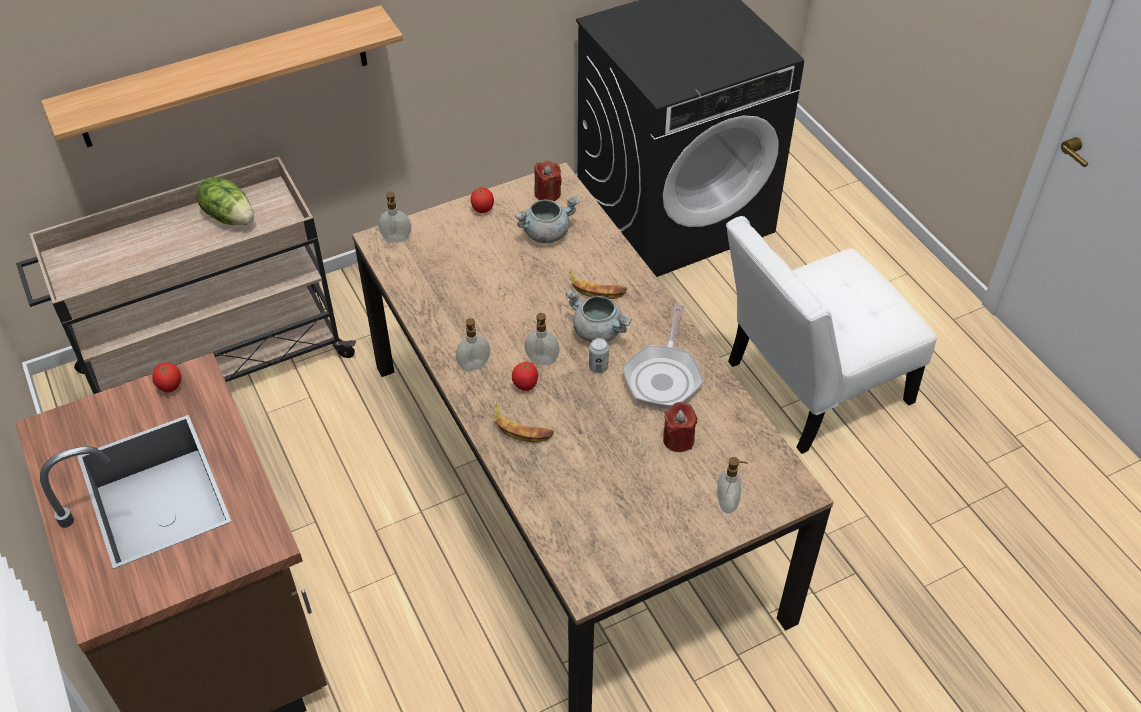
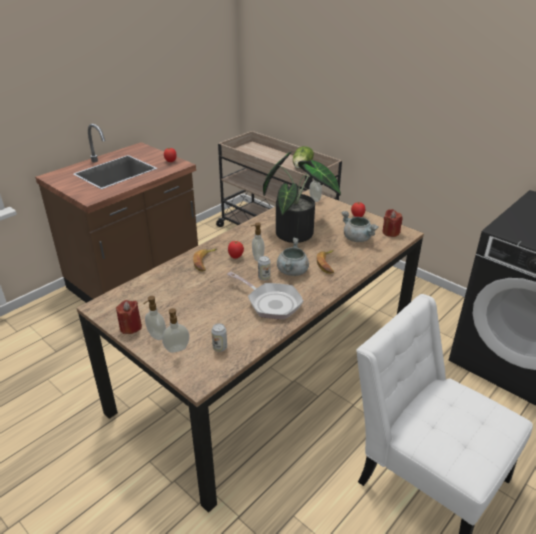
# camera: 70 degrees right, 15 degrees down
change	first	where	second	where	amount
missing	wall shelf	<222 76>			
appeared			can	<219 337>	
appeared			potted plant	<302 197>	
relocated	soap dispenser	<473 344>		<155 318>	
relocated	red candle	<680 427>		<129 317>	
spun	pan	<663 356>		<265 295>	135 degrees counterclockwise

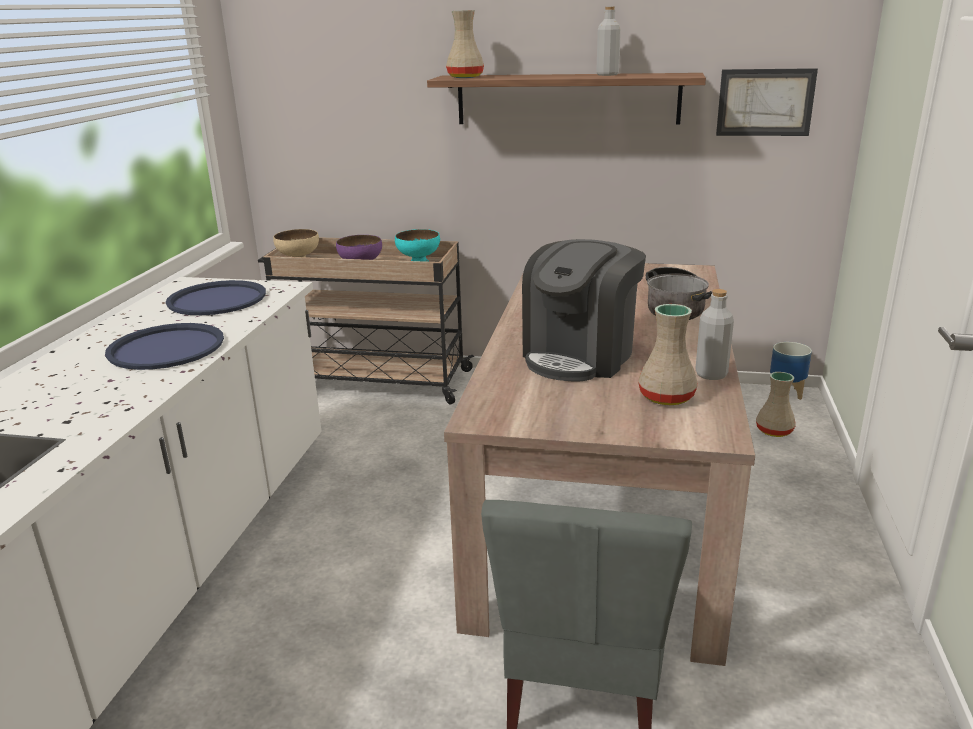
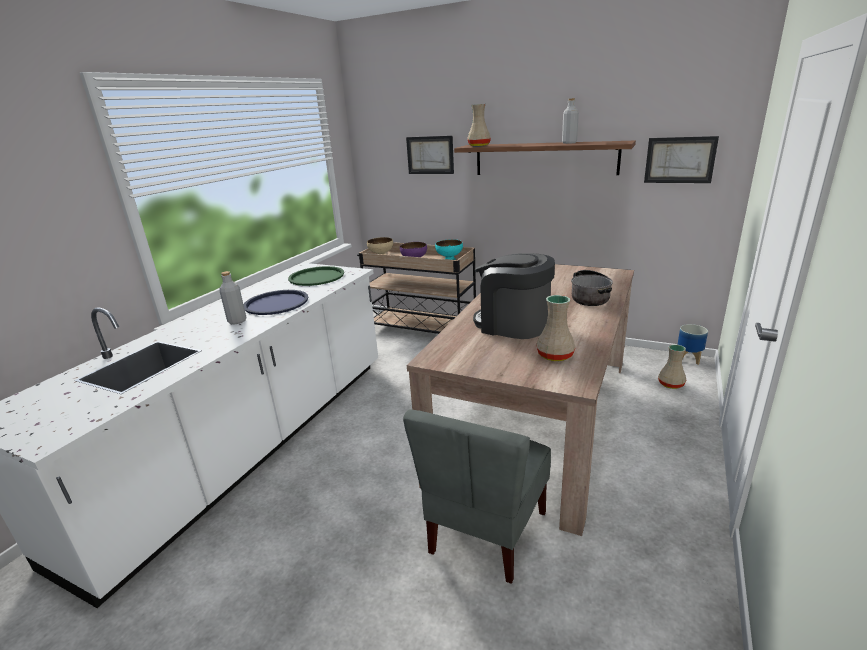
# camera: 15 degrees right, 0 degrees up
change	first	where	second	where	amount
appeared			wall art	<430 155>	
relocated	greyish beverage bottle	<714 334>		<232 297>	
colour	blue serving tray	<216 297>	green-coloured serving tray	<316 276>	
spun	coffee brewer	<584 310>		<514 296>	75 degrees clockwise

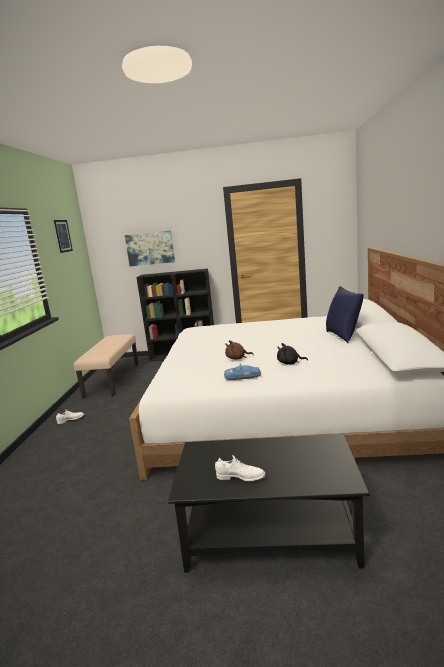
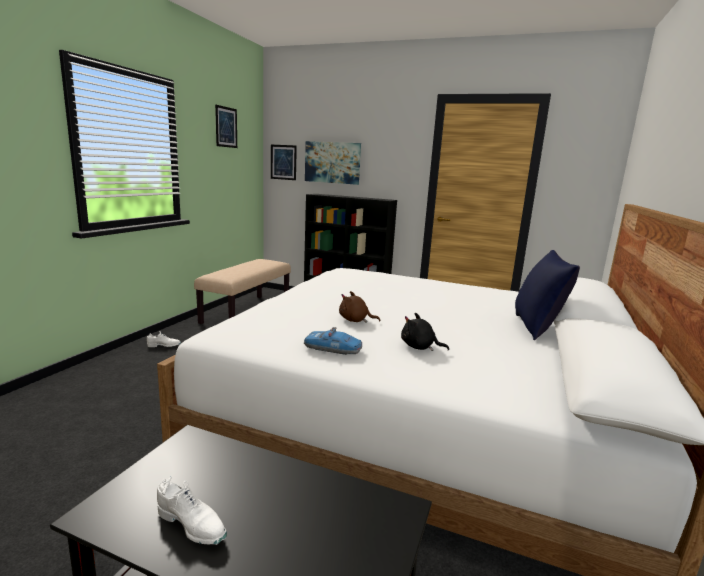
# camera: 15 degrees right, 0 degrees up
change	first	where	second	where	amount
appeared			wall art	<284 162>	

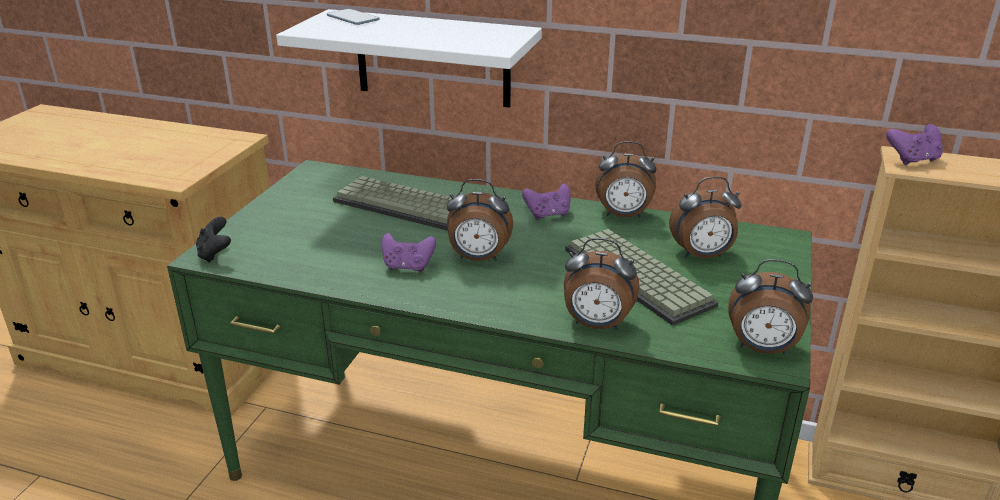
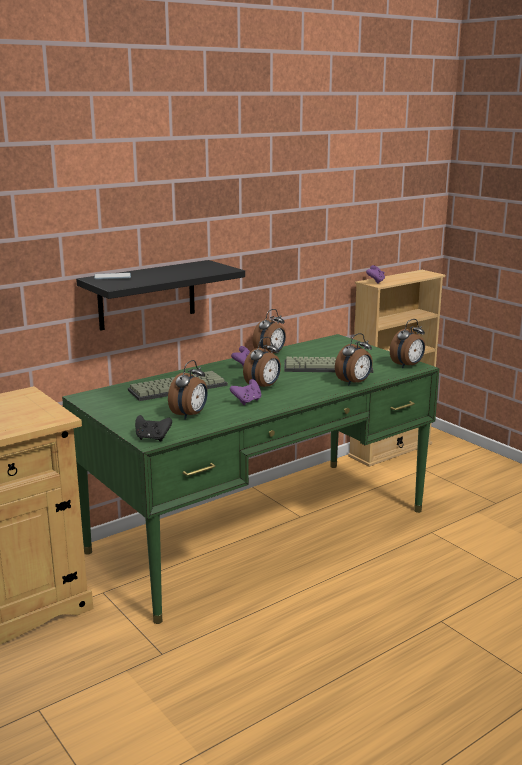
# camera: 55 degrees left, 10 degrees down
change	first	where	second	where	amount
relocated	alarm clock	<705 217>		<188 389>	
colour	whitish wall shelf	<409 58>	blackish wall shelf	<160 295>	

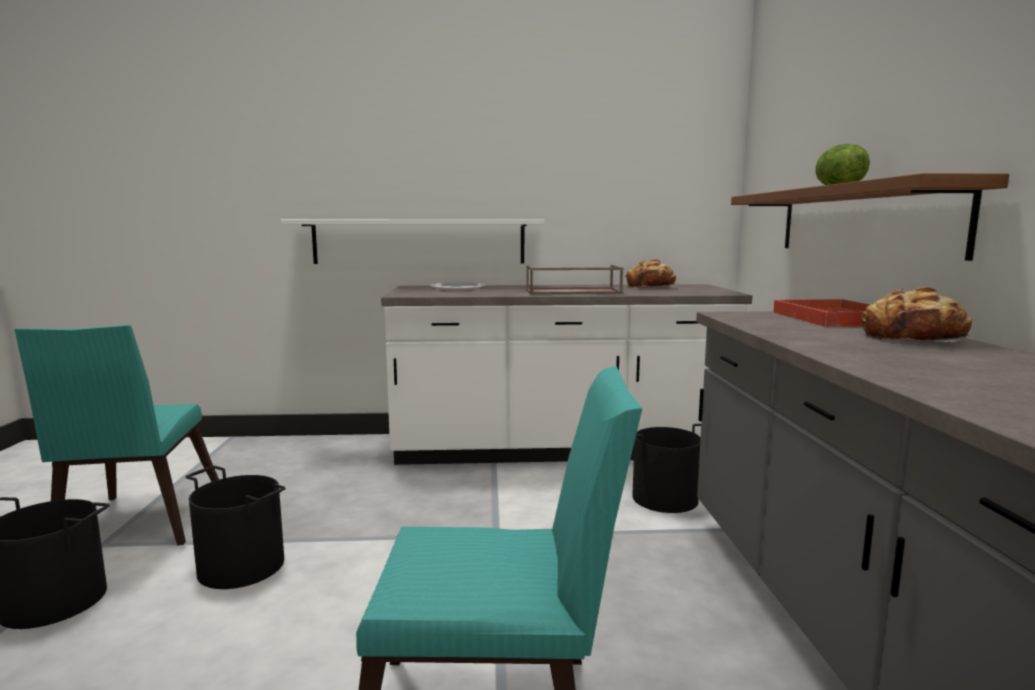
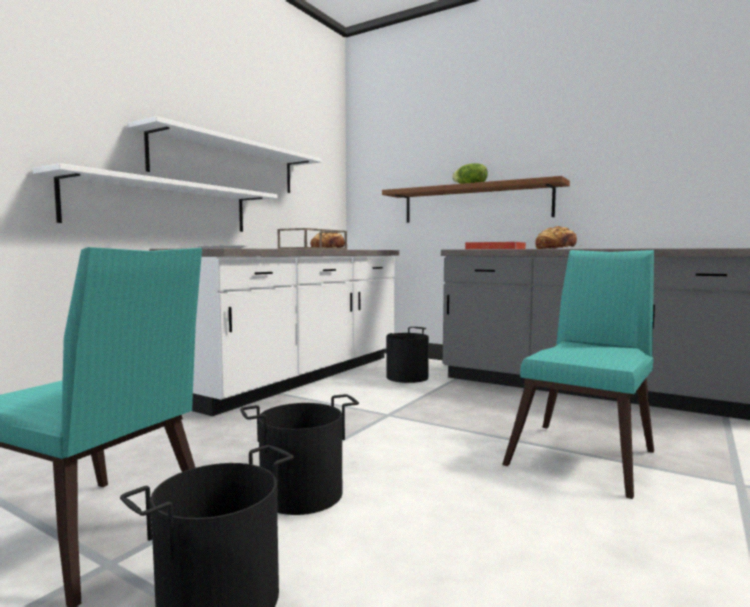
# camera: 55 degrees left, 5 degrees down
change	first	where	second	where	amount
appeared			whitish wall shelf	<225 154>	

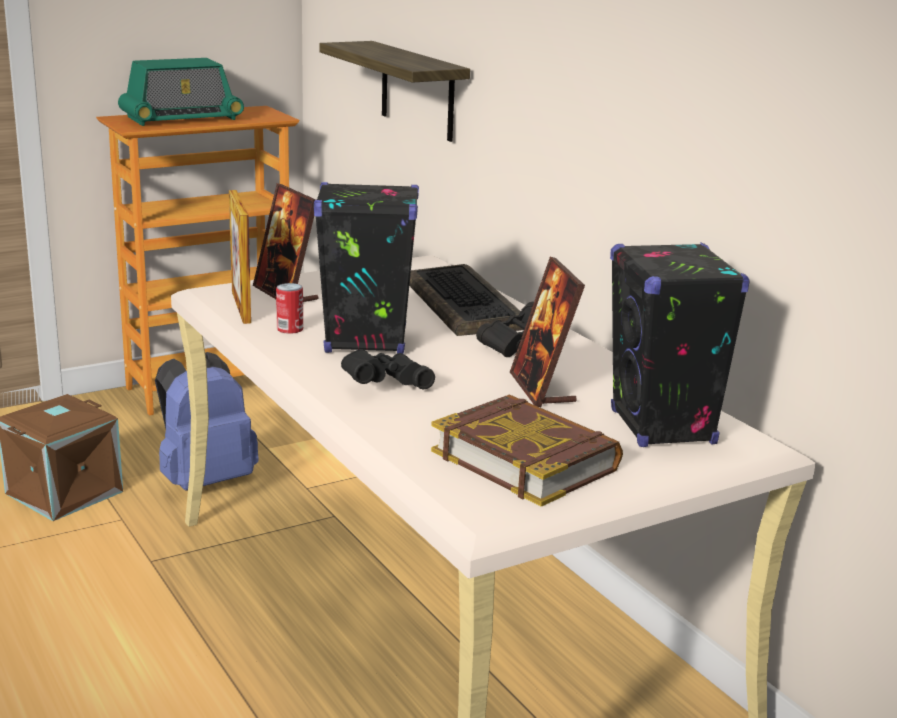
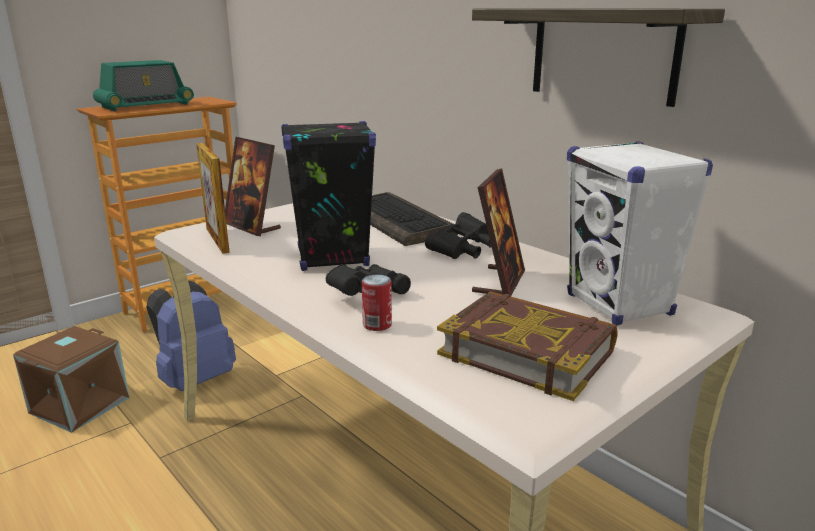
# camera: 10 degrees left, 0 degrees up
change	first	where	second	where	amount
relocated	can	<289 308>		<377 303>	
relocated	wall shelf	<394 91>		<598 58>	
colour	blackish speaker	<680 345>	whitish speaker	<640 233>	
spun	photo frame	<547 332>		<498 232>	135 degrees counterclockwise

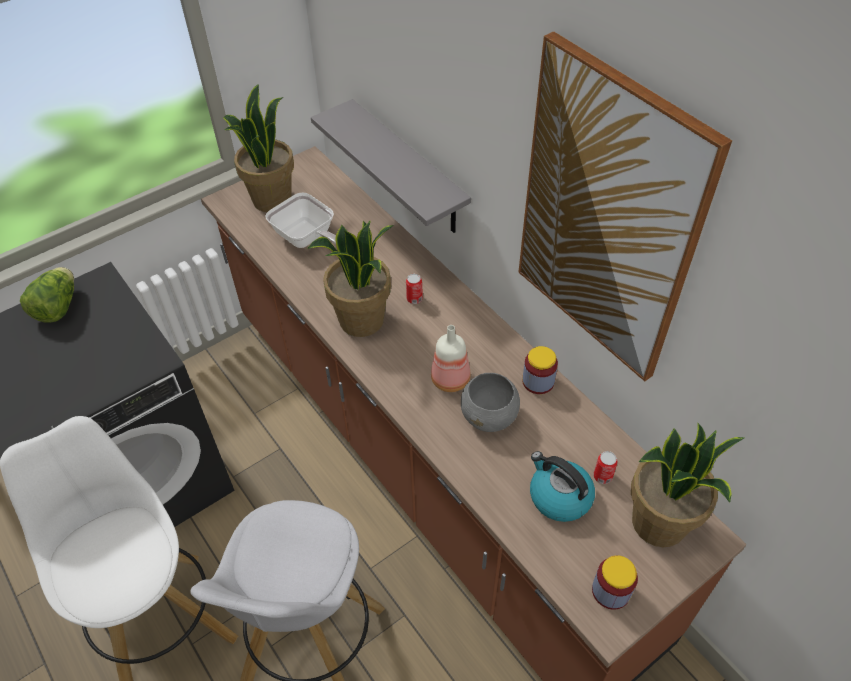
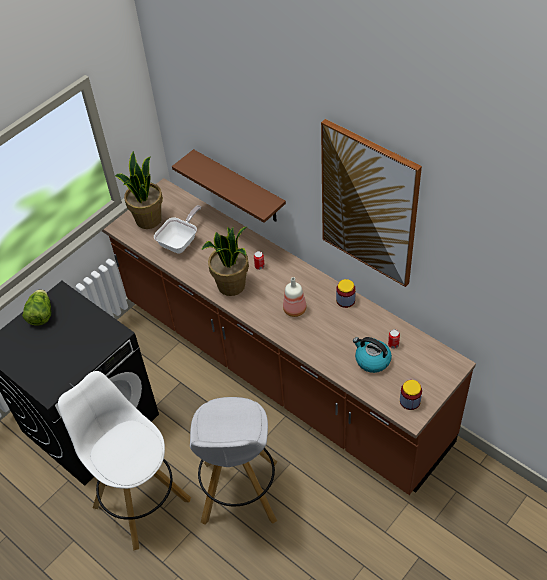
# camera: 10 degrees left, 0 degrees up
change	first	where	second	where	amount
missing	greyish deep dish	<490 402>			
missing	potted plant	<687 485>			
colour	greyish wall shelf	<391 166>	brown wall shelf	<229 186>	
spun	pan	<301 220>		<177 229>	90 degrees counterclockwise

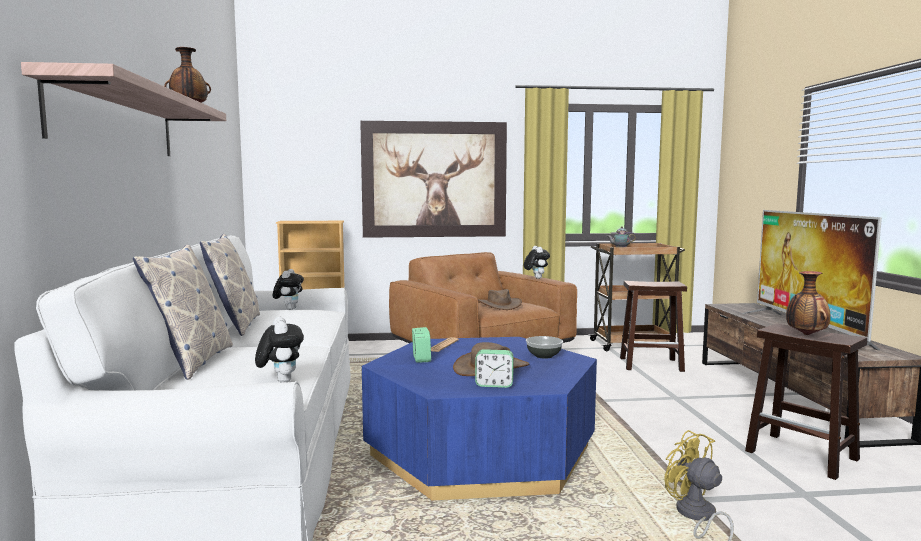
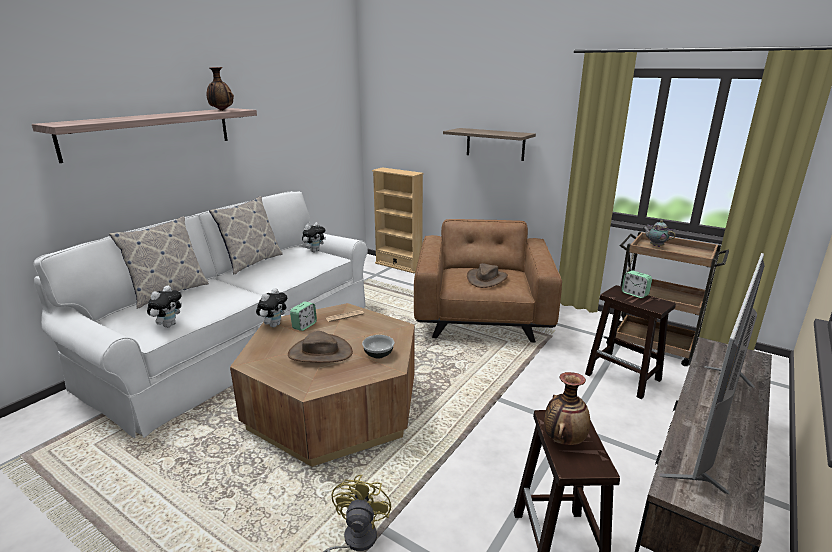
# camera: 40 degrees right, 15 degrees up
change	first	where	second	where	amount
relocated	alarm clock	<494 368>		<637 284>	
relocated	soft toy	<537 262>		<271 308>	
exchanged	wall art	<433 179>	wall shelf	<489 144>	
colour	blue lounge table	<479 418>	brown lounge table	<322 385>	

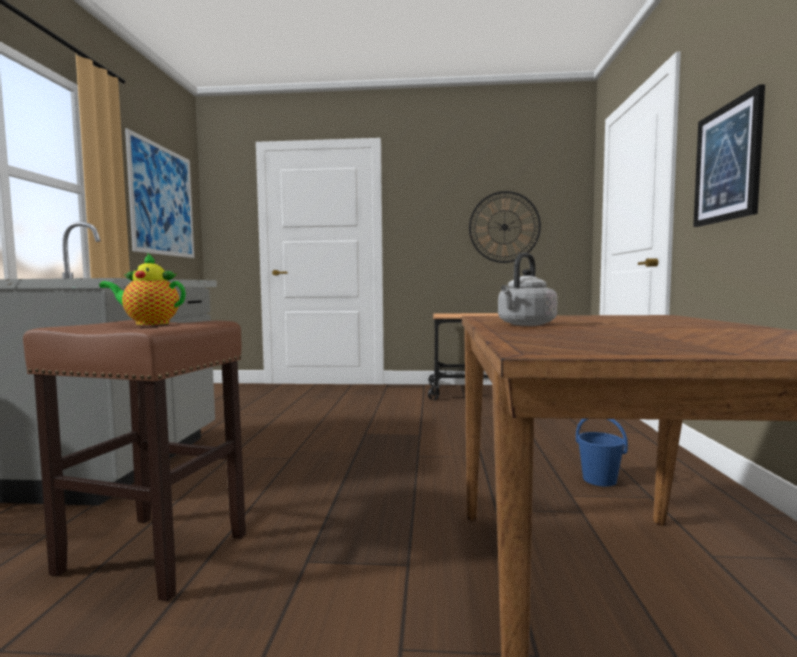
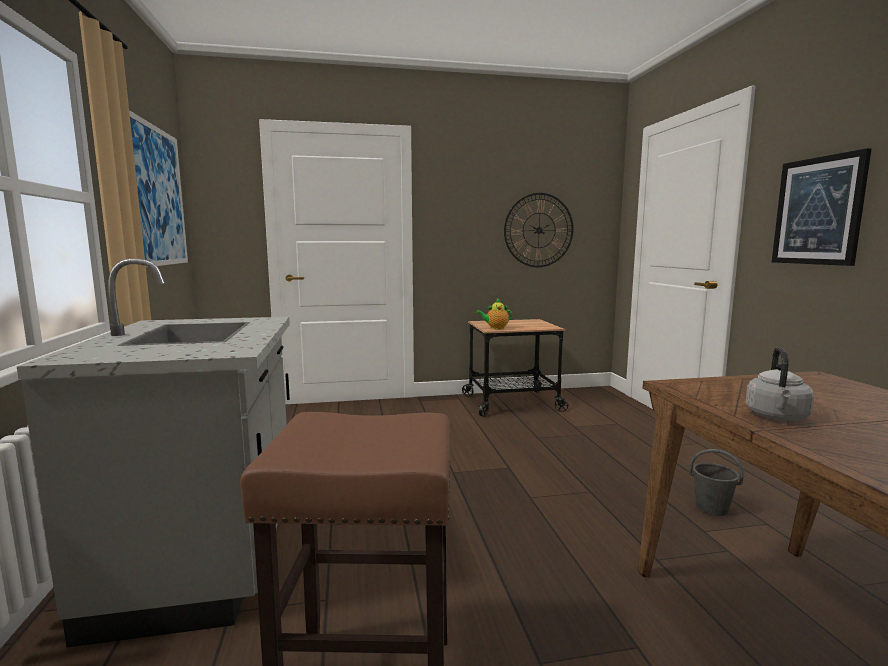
# camera: 15 degrees left, 5 degrees up
change	first	where	second	where	amount
relocated	teapot	<142 289>		<494 313>	
colour	blue pail	<602 453>	greyish pail	<716 482>	

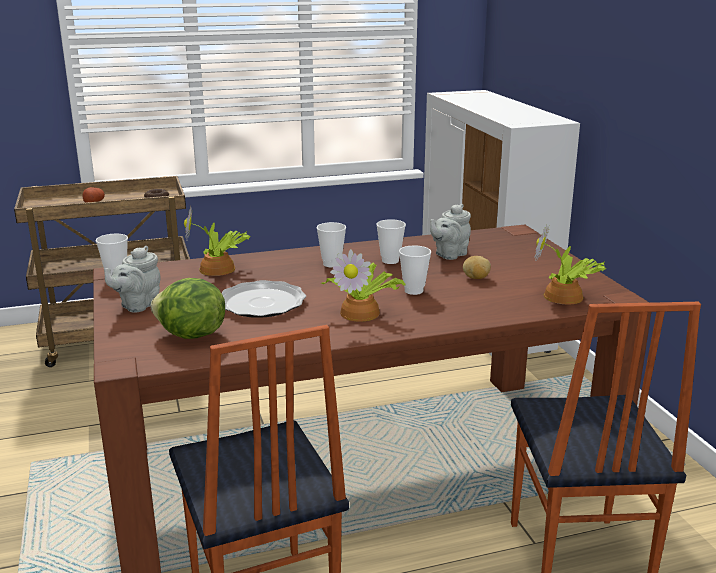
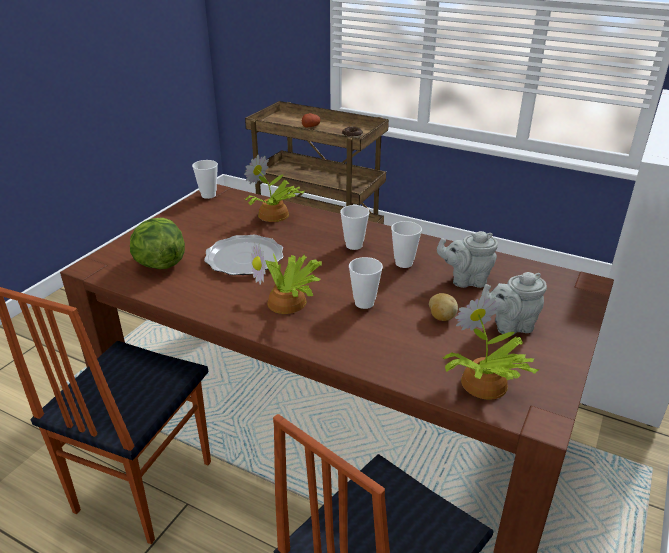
# camera: 45 degrees right, 10 degrees up
change	first	where	second	where	amount
relocated	greyish teapot	<132 279>		<514 303>	

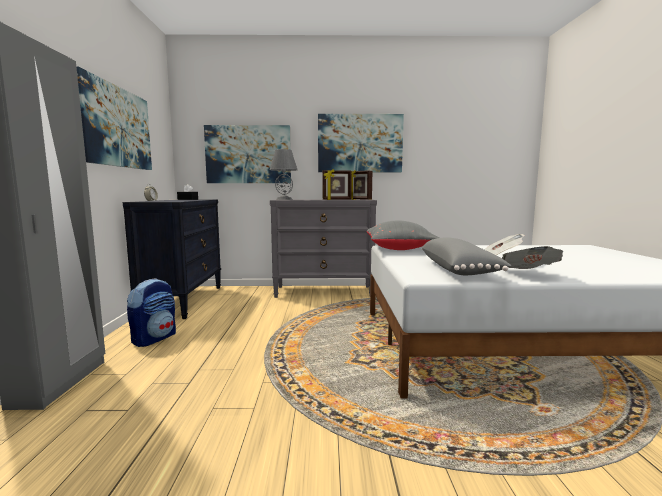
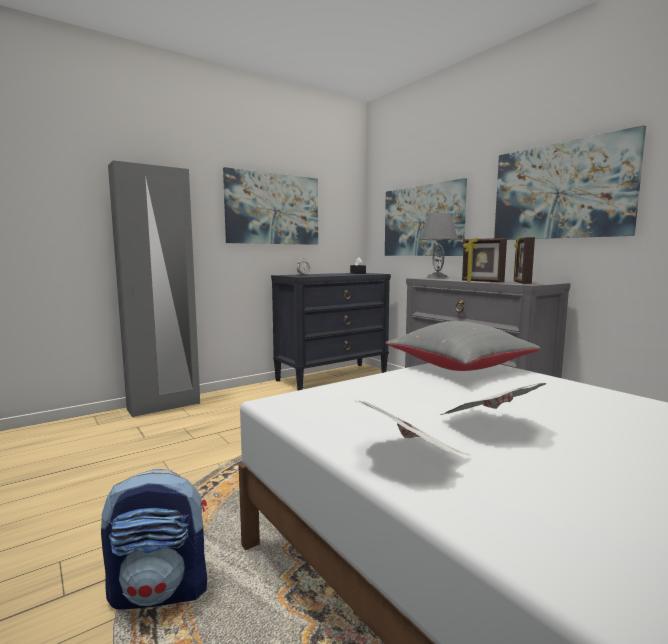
# camera: 55 degrees right, 0 degrees up
change	first	where	second	where	amount
missing	greyish cushion	<466 256>			
relocated	backpack	<151 312>		<154 539>	

